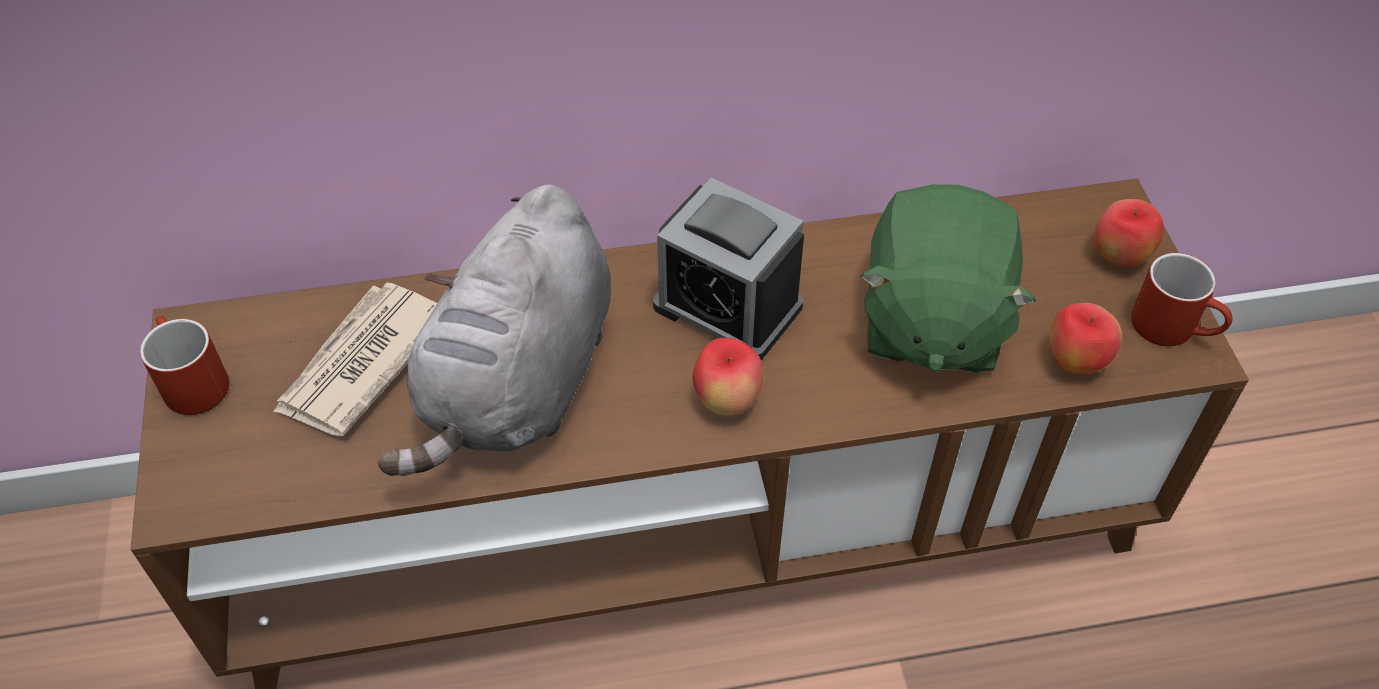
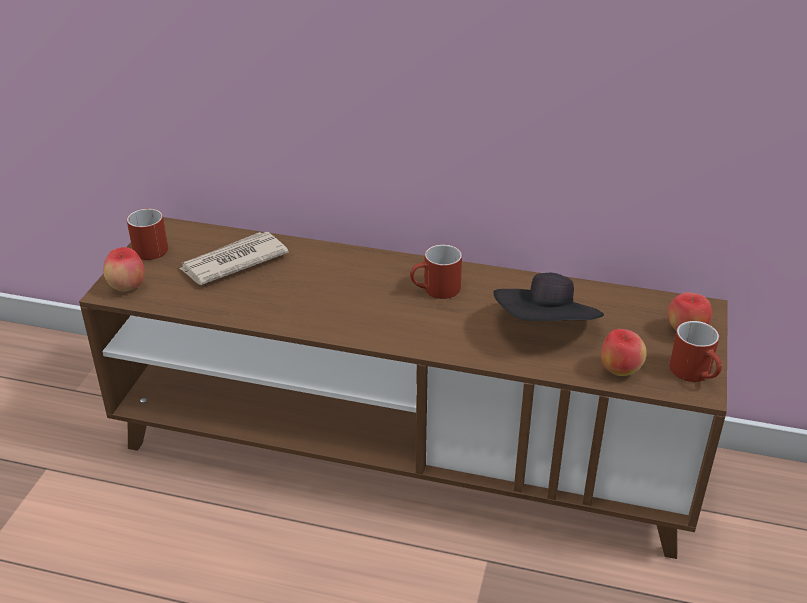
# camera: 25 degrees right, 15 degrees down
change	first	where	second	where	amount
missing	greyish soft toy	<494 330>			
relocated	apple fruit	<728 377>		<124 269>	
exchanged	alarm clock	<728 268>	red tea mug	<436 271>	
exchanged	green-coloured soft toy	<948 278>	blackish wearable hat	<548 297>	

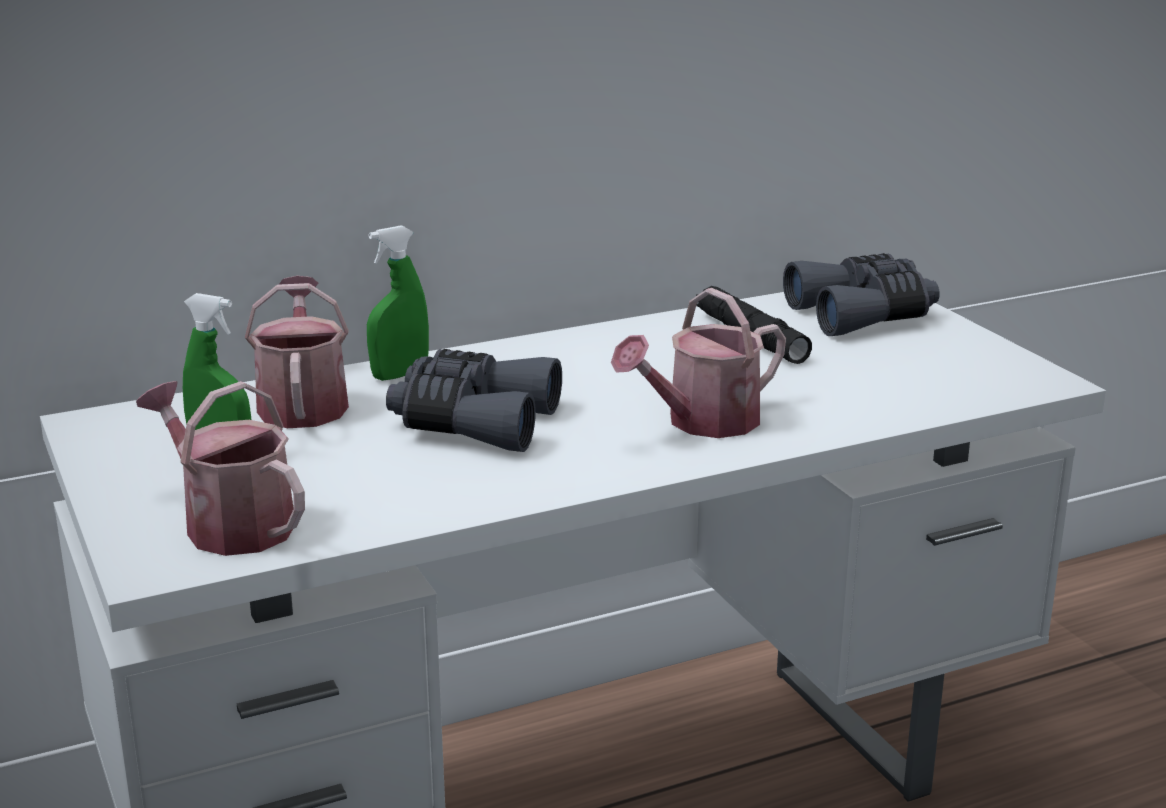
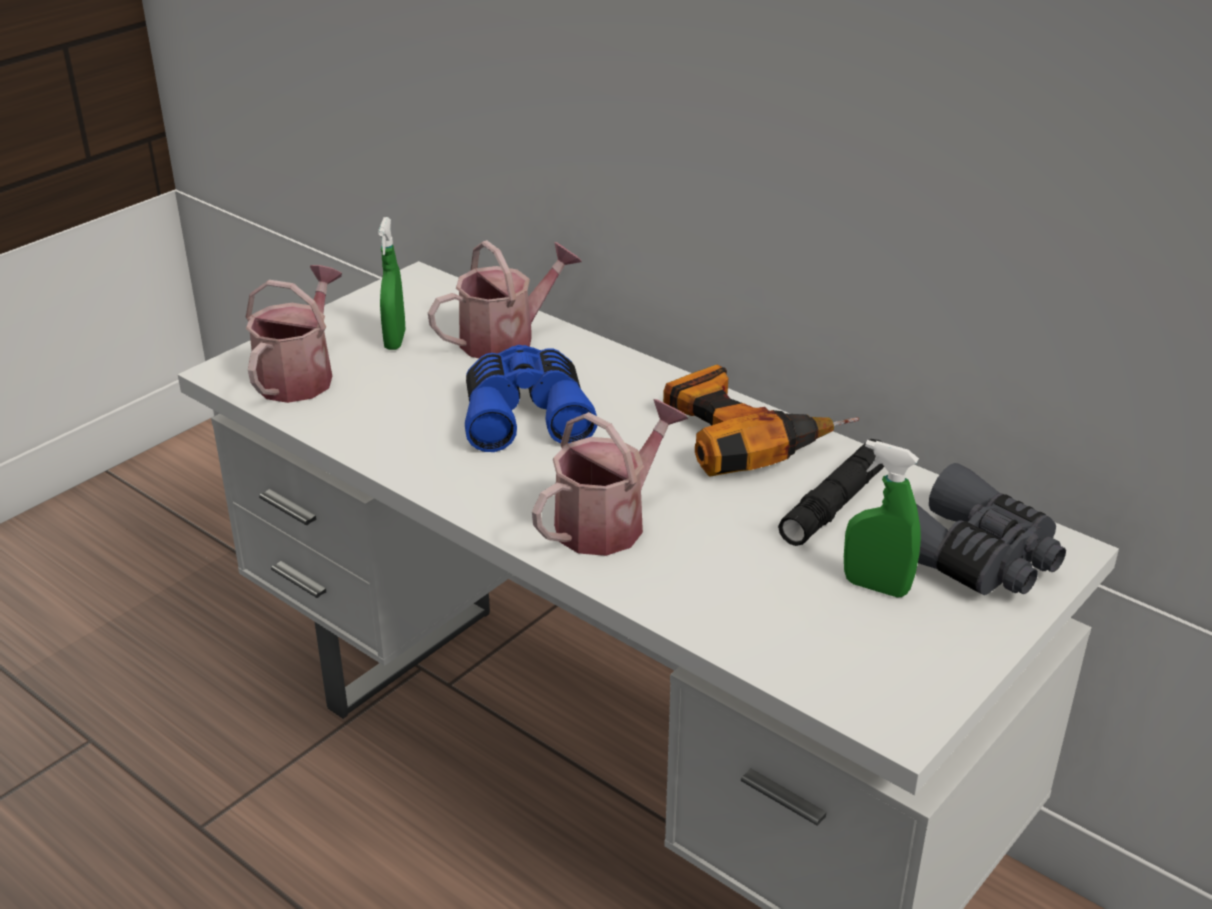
# camera: 65 degrees right, 10 degrees up
change	first	where	second	where	amount
appeared			power drill	<761 421>	
relocated	green-coloured spray bottle	<398 303>		<882 518>	
colour	greyish field glasses	<474 400>	blue field glasses	<531 398>	
spun	watering can	<698 363>		<610 477>	105 degrees clockwise

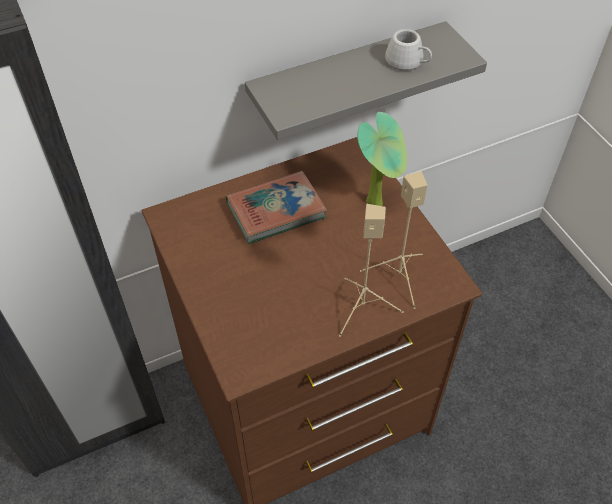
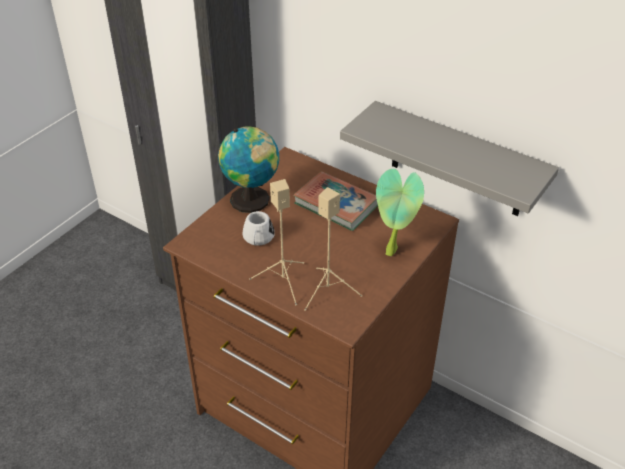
# camera: 60 degrees right, 10 degrees down
change	first	where	second	where	amount
appeared			globe	<248 170>	
relocated	whitish tea mug	<408 50>		<259 228>	

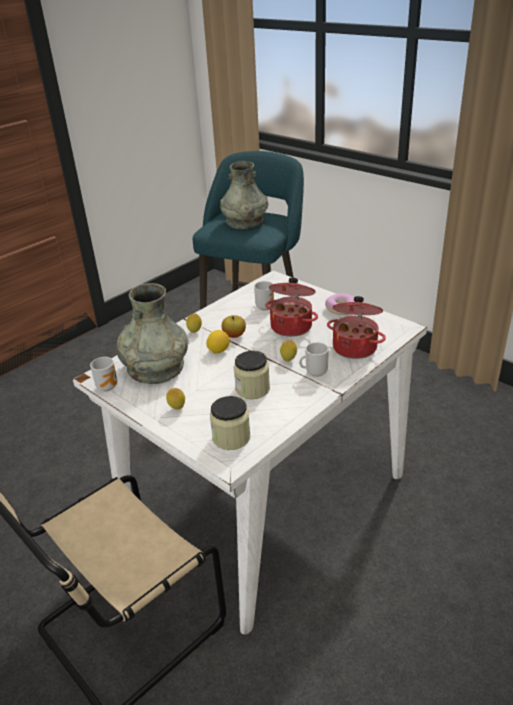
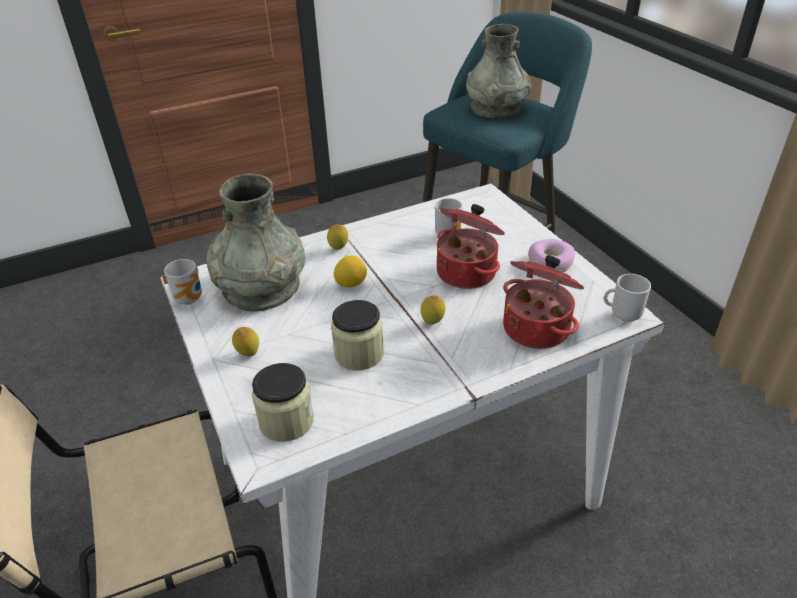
# camera: 20 degrees right, 5 degrees up
change	first	where	second	where	amount
missing	apple fruit	<234 326>			
relocated	tea mug	<314 359>		<627 298>	

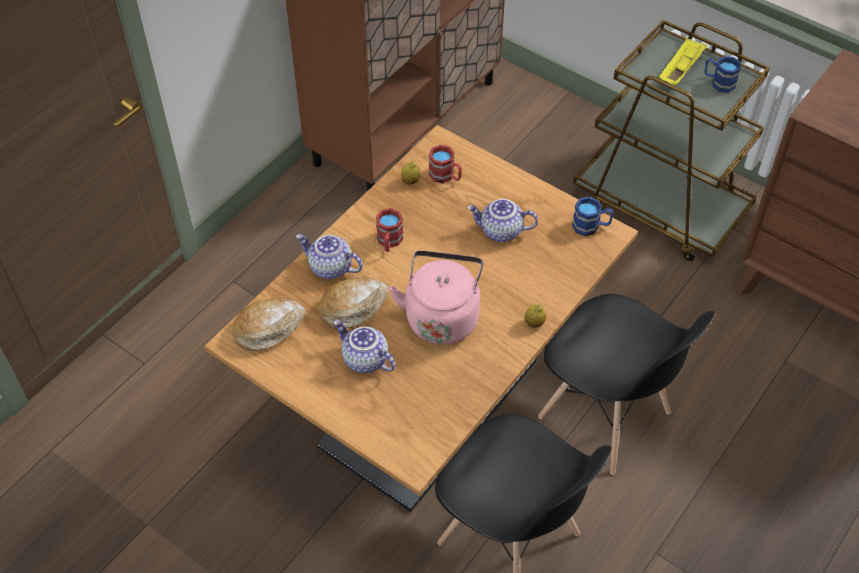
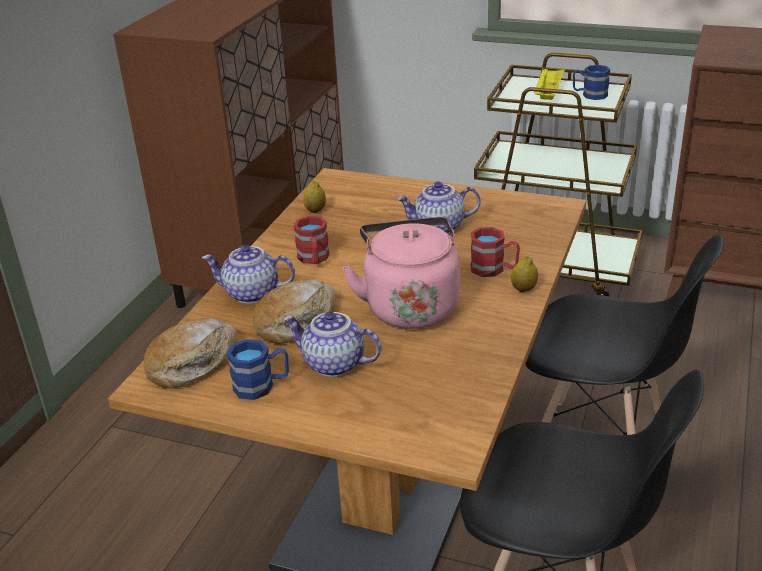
# camera: 15 degrees left, 20 degrees down
change	first	where	second	where	amount
relocated	red tea mug	<445 164>		<495 252>	
relocated	blue tea mug	<593 216>		<258 369>	

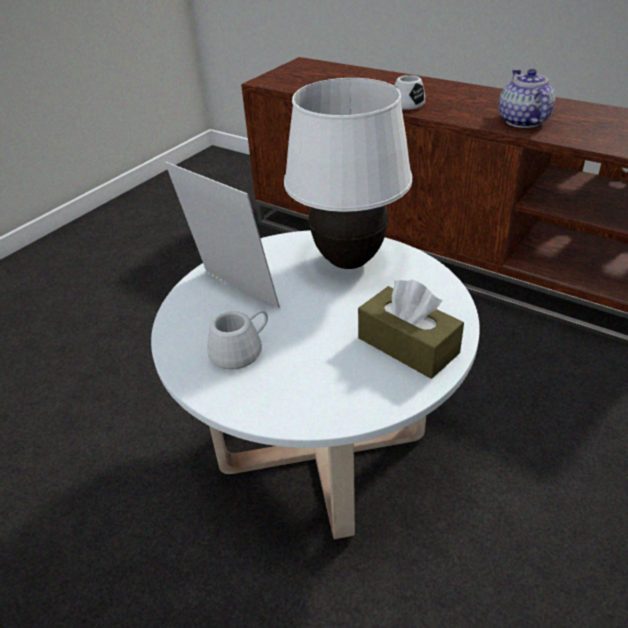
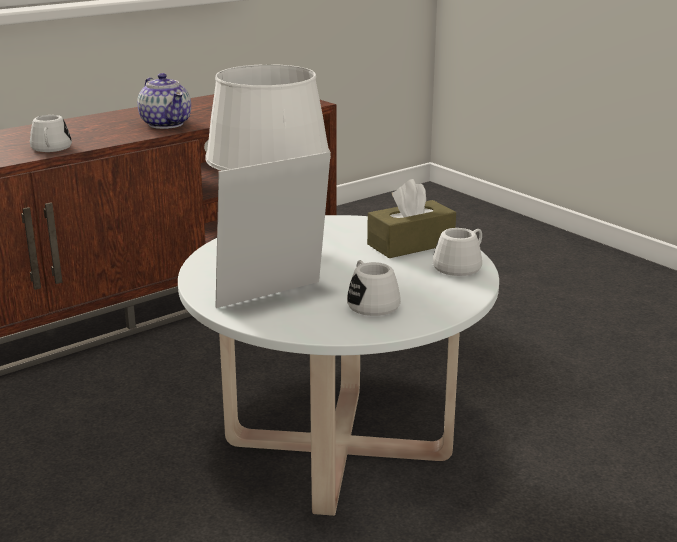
# camera: 75 degrees left, 15 degrees down
change	first	where	second	where	amount
appeared			whitish tea mug	<457 252>	
spun	teapot	<527 98>		<164 101>	135 degrees counterclockwise

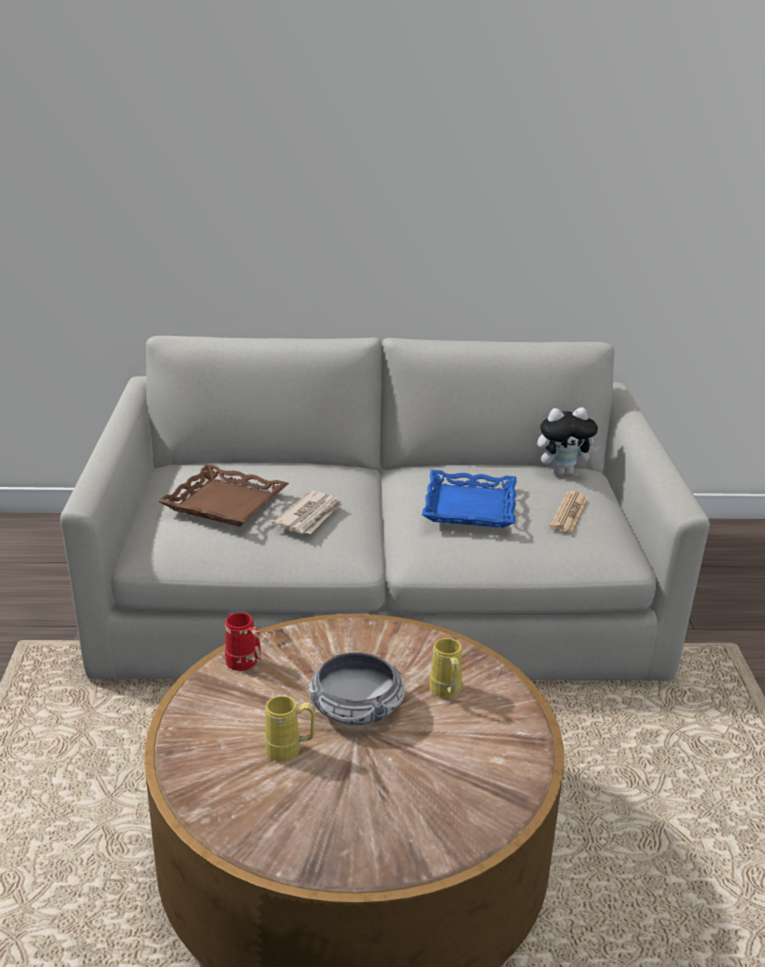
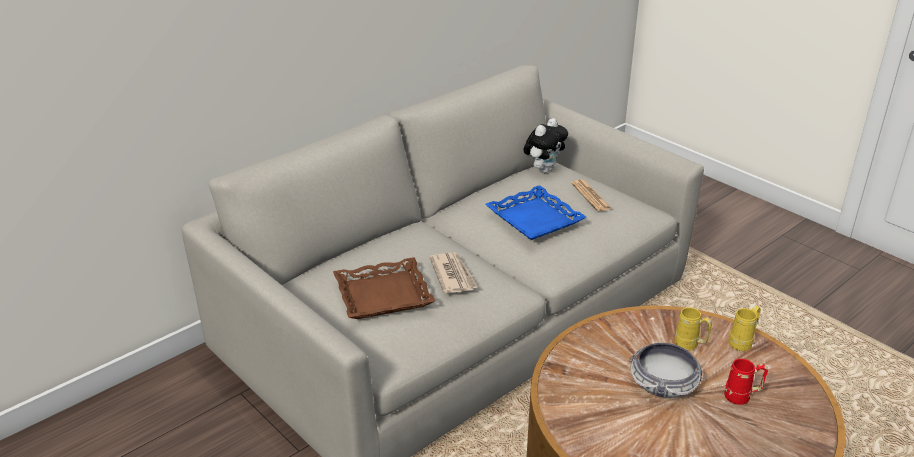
# camera: 40 degrees left, 5 degrees up
change	first	where	second	where	amount
relocated	red tea mug	<243 641>		<746 382>	
relocated	yellowish tea mug	<290 728>		<744 328>	

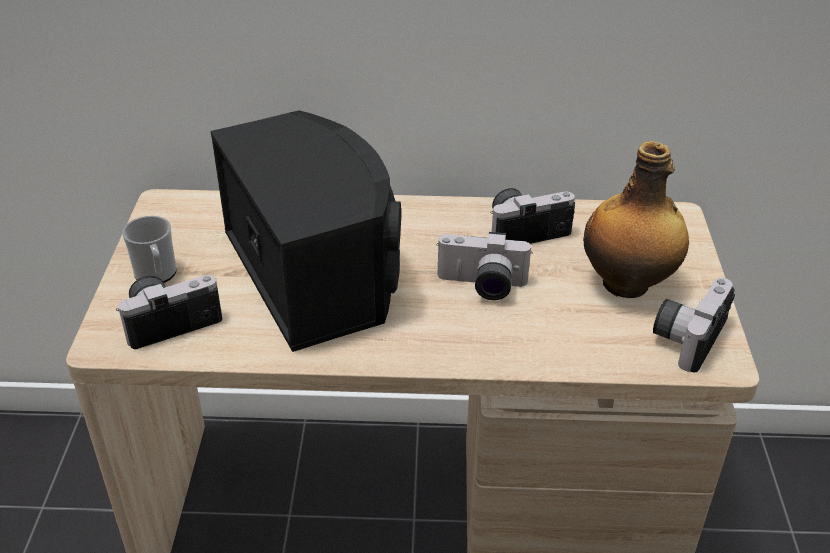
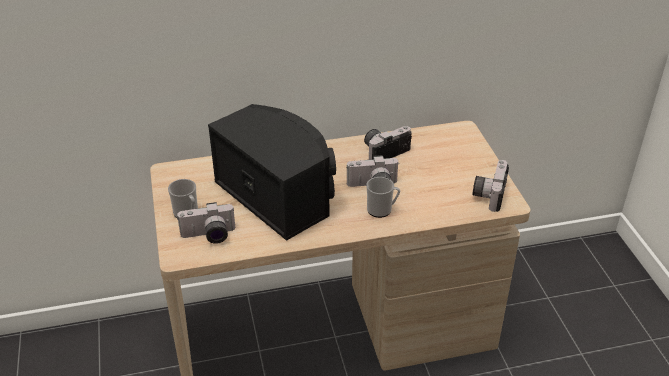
# camera: 15 degrees left, 0 degrees up
change	first	where	second	where	amount
missing	beverage bottle	<636 219>			
appeared			tea mug	<383 197>	
spun	photo camera	<169 312>		<206 223>	150 degrees counterclockwise

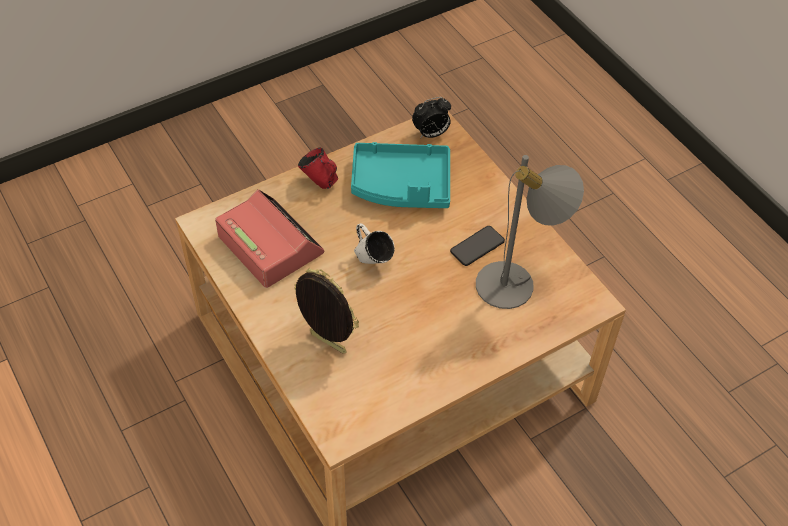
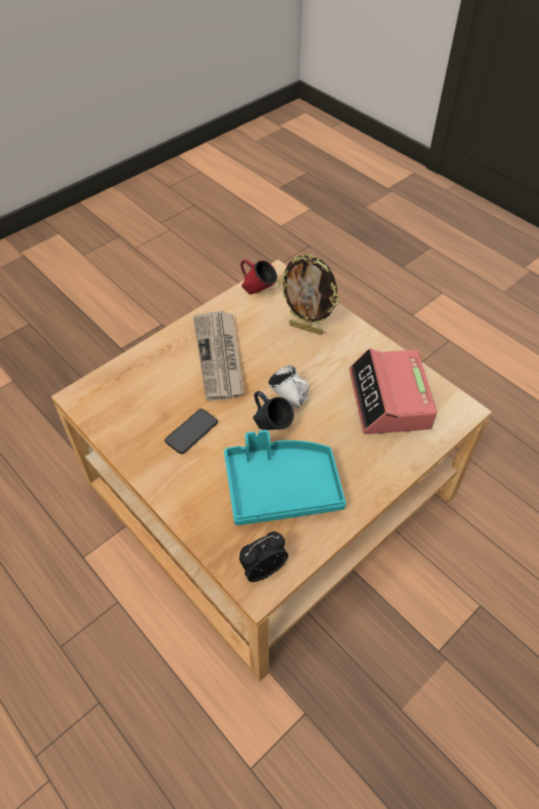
# camera: 170 degrees right, 0 degrees up
change	first	where	second	where	amount
missing	greyish tabletop lamp	<530 232>			
appeared			daily paper	<218 356>	
appeared			blue tea mug	<273 410>	
relocated	red tea mug	<318 168>		<258 277>	
spun	alarm clock	<269 238>		<393 391>	45 degrees clockwise

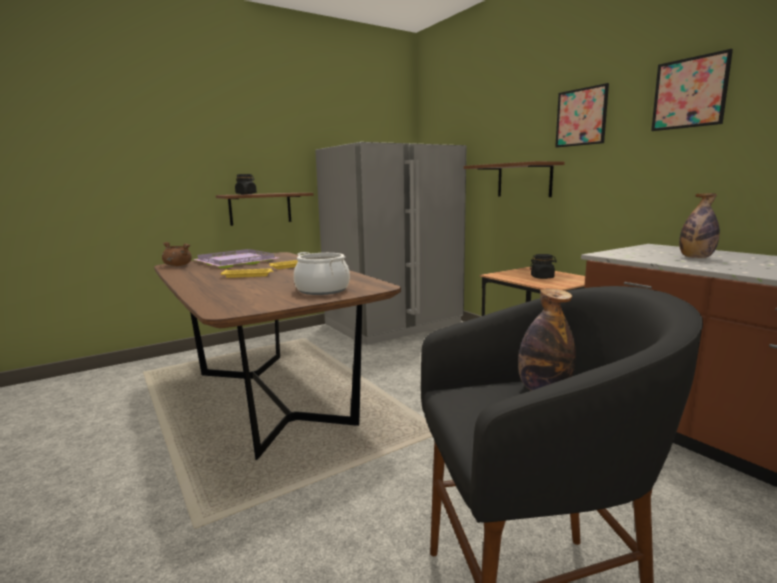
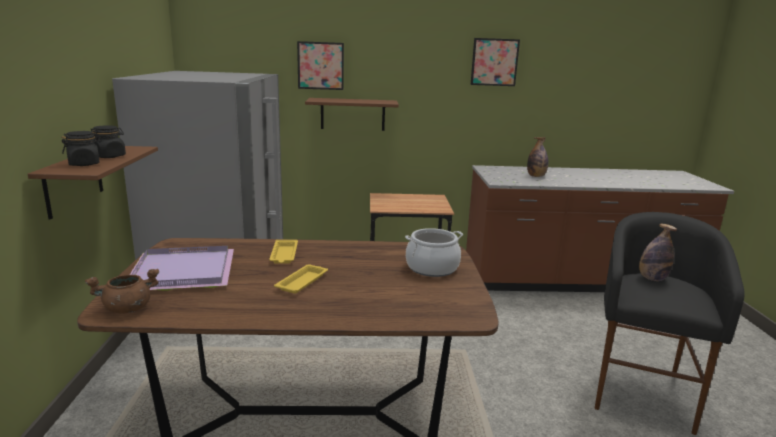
# camera: 60 degrees left, 5 degrees up
change	first	where	second	where	amount
relocated	blackish preserve jar	<543 266>		<108 141>	
relocated	wall art	<582 115>		<320 65>	

